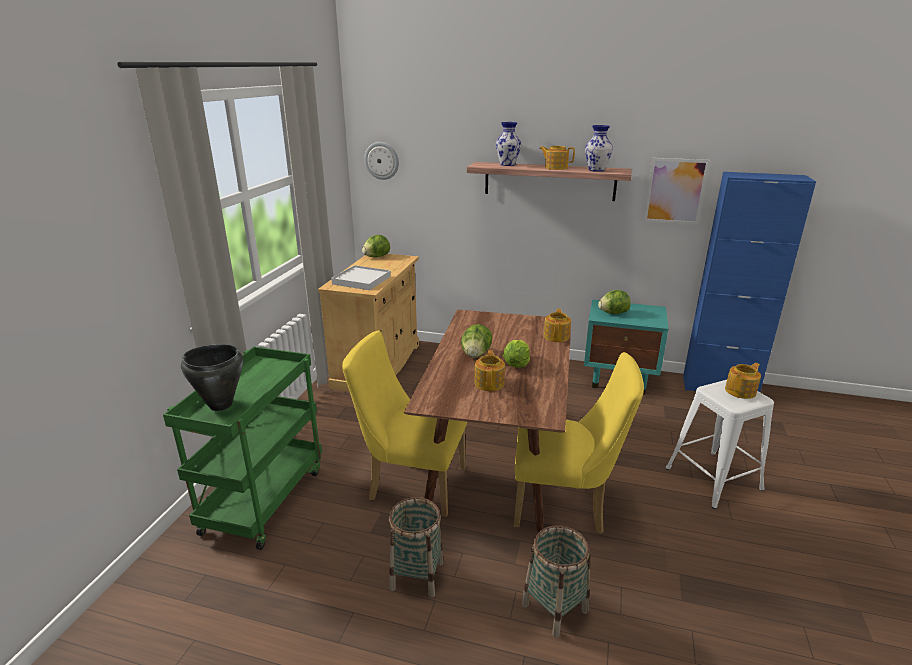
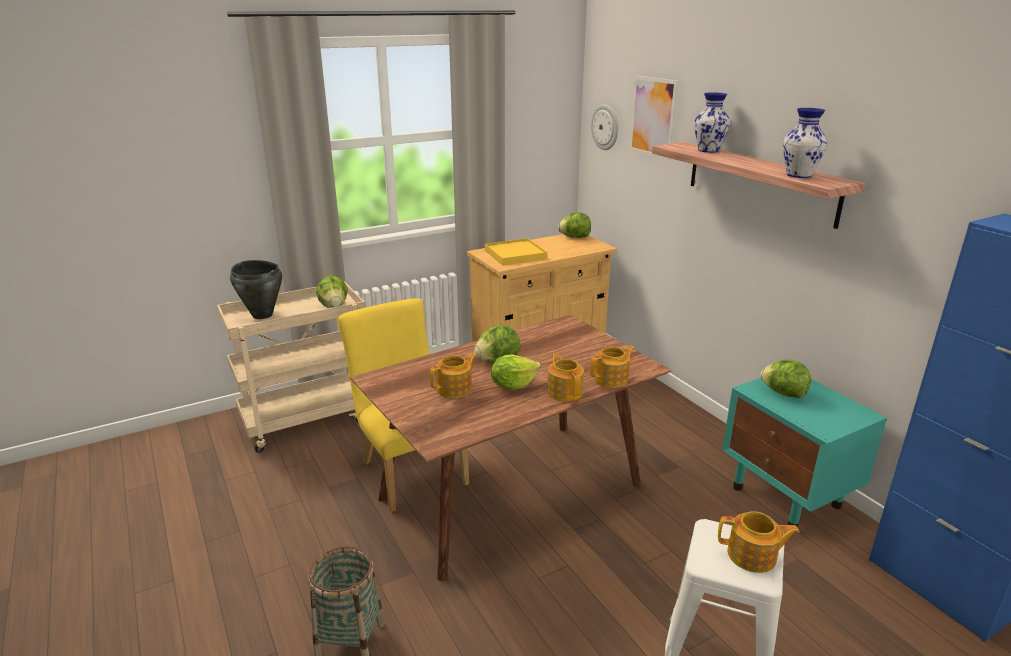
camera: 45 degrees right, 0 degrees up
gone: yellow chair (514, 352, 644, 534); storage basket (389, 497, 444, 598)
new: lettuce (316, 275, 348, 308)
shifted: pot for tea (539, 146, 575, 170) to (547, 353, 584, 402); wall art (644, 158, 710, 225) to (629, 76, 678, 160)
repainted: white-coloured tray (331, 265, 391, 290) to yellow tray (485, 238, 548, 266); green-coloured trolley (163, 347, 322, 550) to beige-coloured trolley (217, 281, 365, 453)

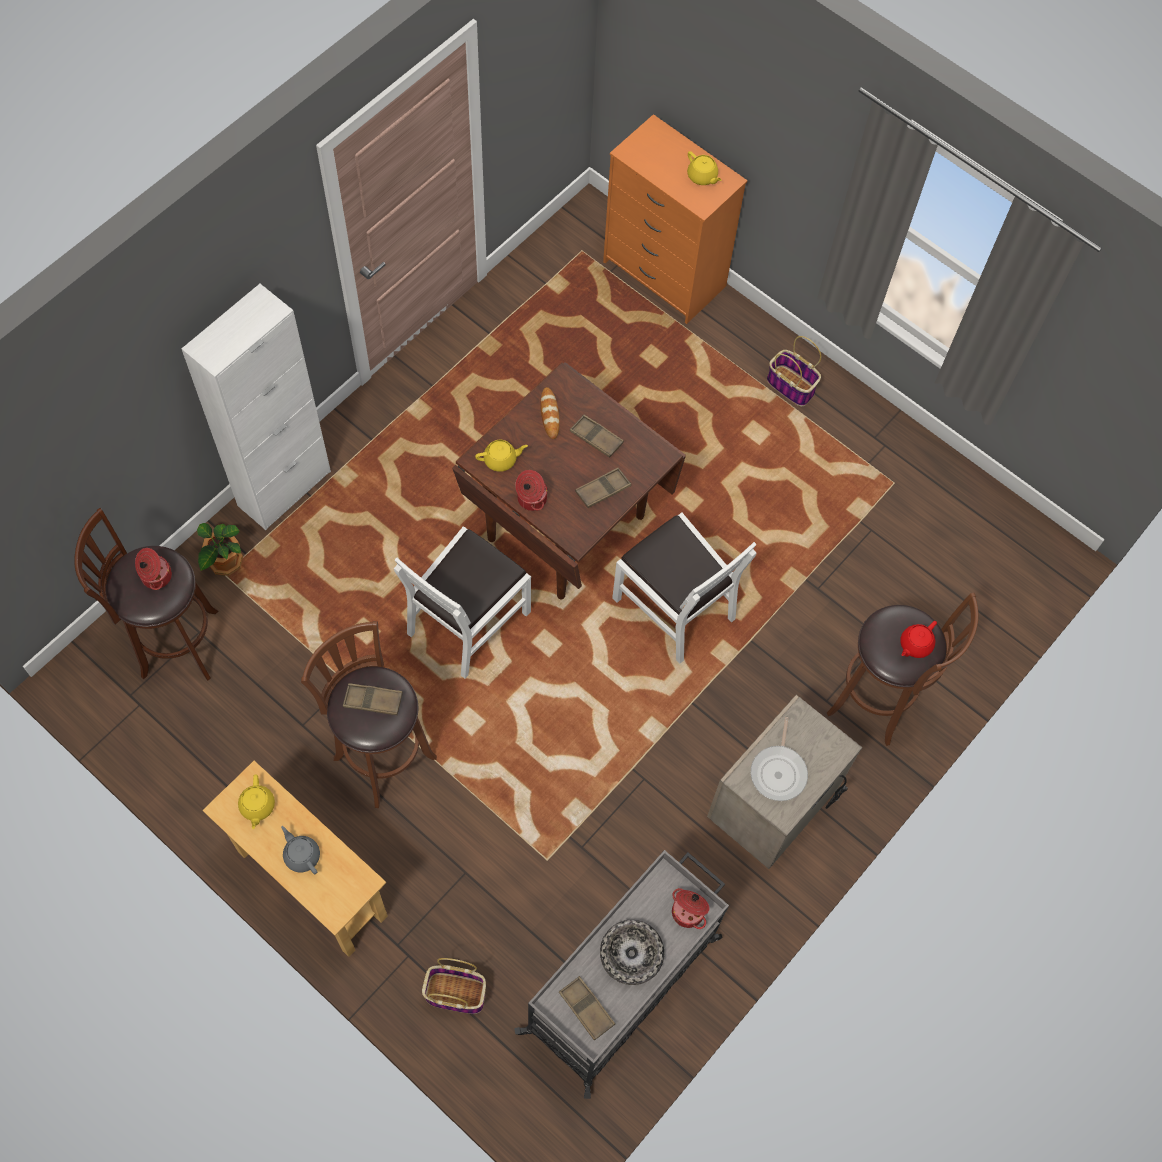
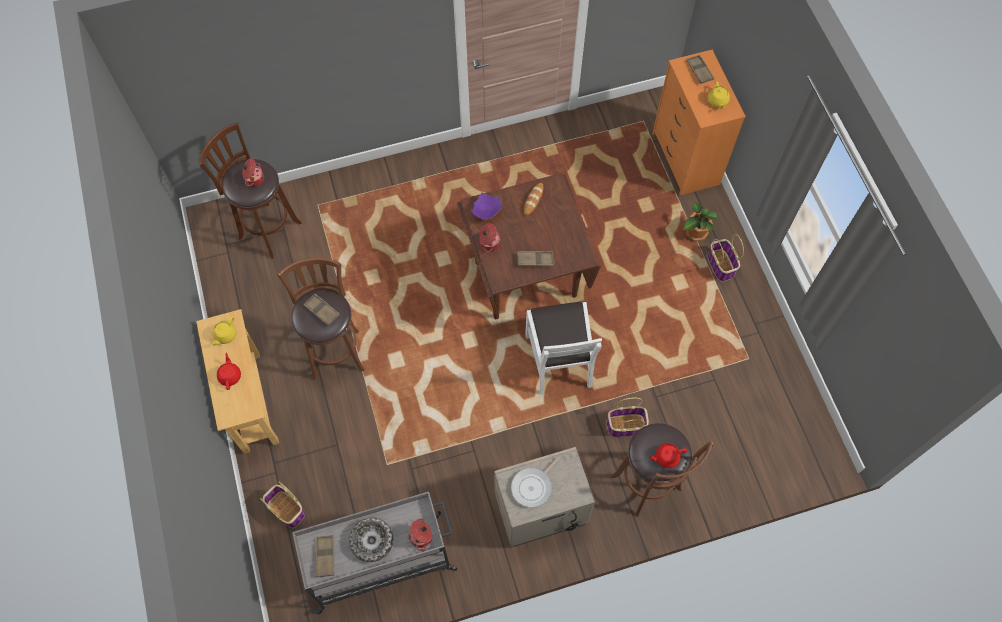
camera: 35 degrees right, 0 degrees up
gone: white-coloured storage cabinet (181, 284, 331, 530); white-coloured chair (394, 526, 531, 678)
new: storage basket (607, 398, 649, 437)
shifted: brown tray (570, 415, 624, 458) to (686, 55, 714, 84); potted plant (197, 523, 243, 576) to (683, 203, 717, 242)
swapped: yellow pot for tea (475, 440, 528, 472) to purplish bowl (471, 193, 502, 220)
repainted: gray pot for tea (281, 826, 320, 874) to red-coloured pot for tea (217, 352, 241, 390)

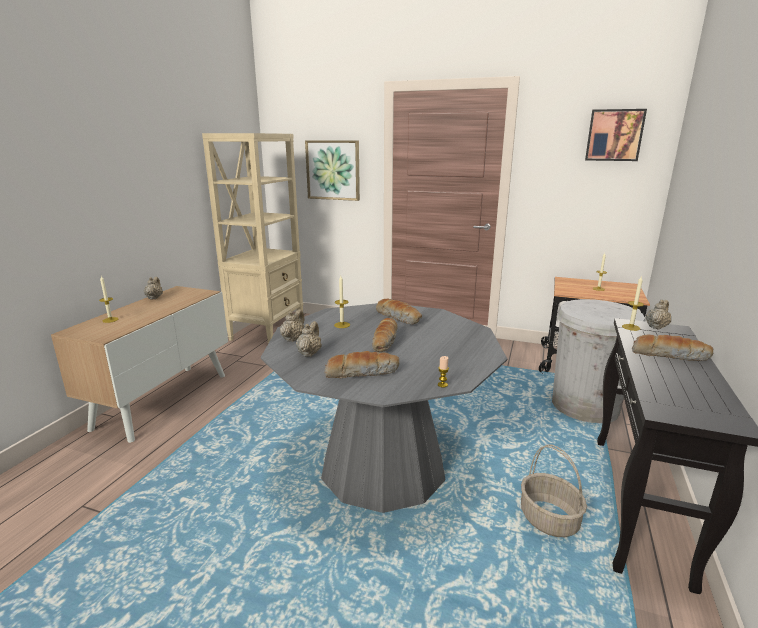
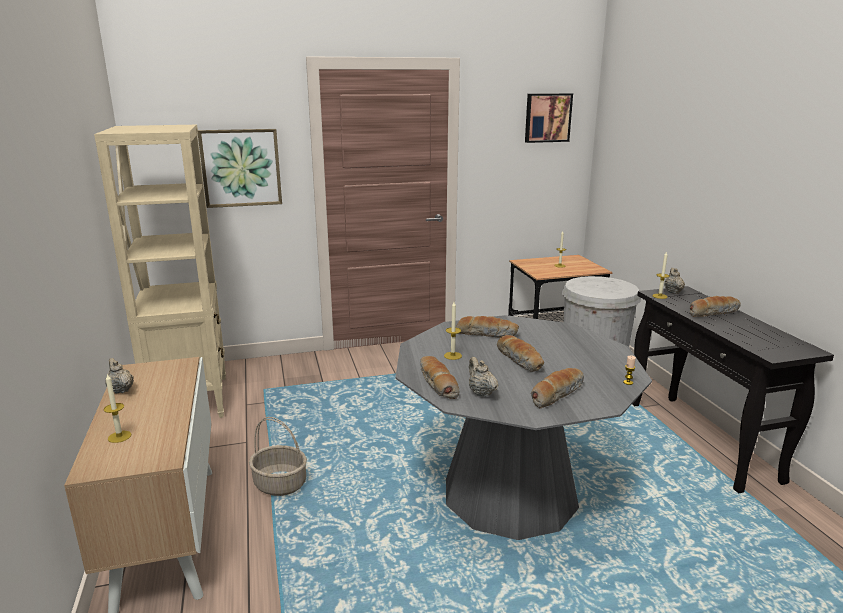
camera: 35 degrees left, 0 degrees up
shifted: storage basket (521, 444, 587, 537) to (249, 417, 307, 496)
swapped: beige-coloured pot for tea (280, 309, 304, 342) to baked bread (420, 356, 460, 399)

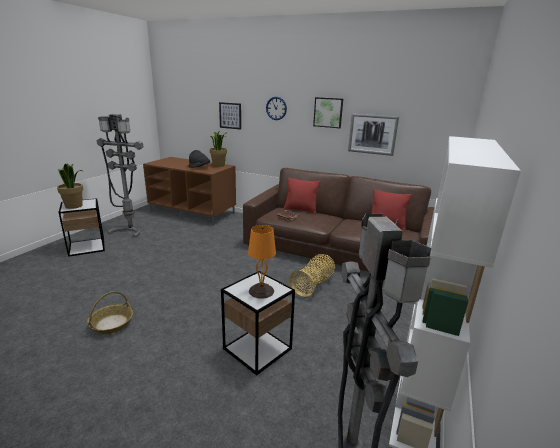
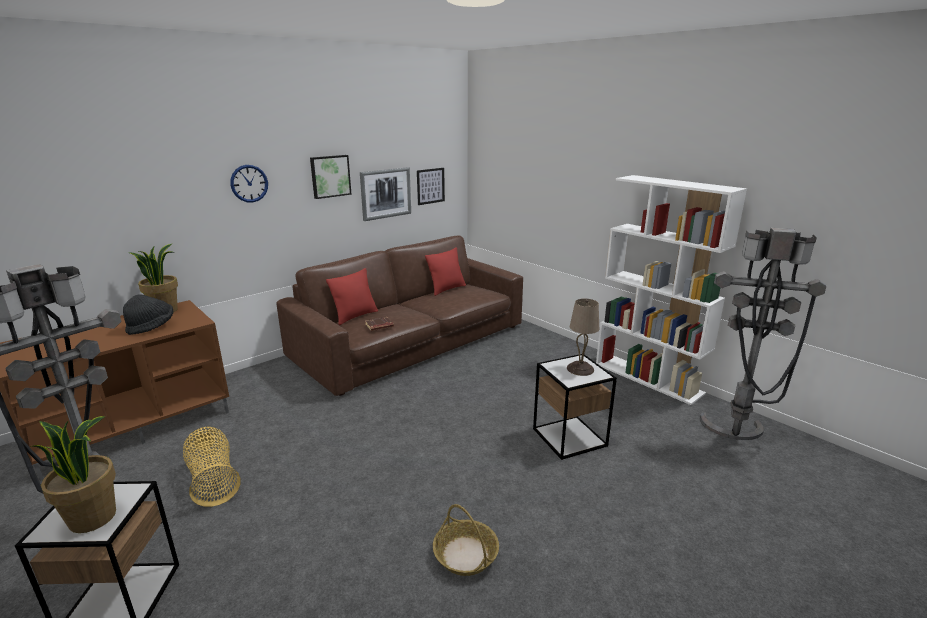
camera: 65 degrees left, 0 degrees up
shifted: wall art (219, 102, 241, 130) to (417, 168, 445, 205); storage basket (290, 254, 335, 297) to (183, 427, 241, 507)
repainted: orange-coloured tabletop lamp (248, 225, 276, 299) to beige-coloured tabletop lamp (567, 299, 599, 376)

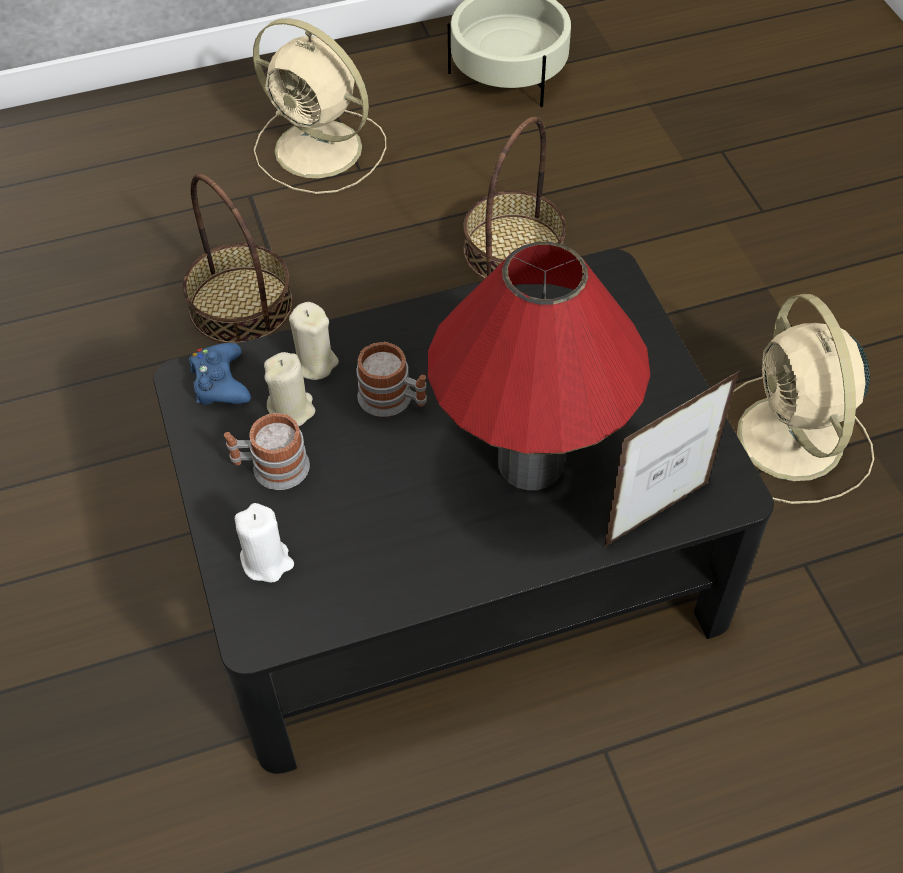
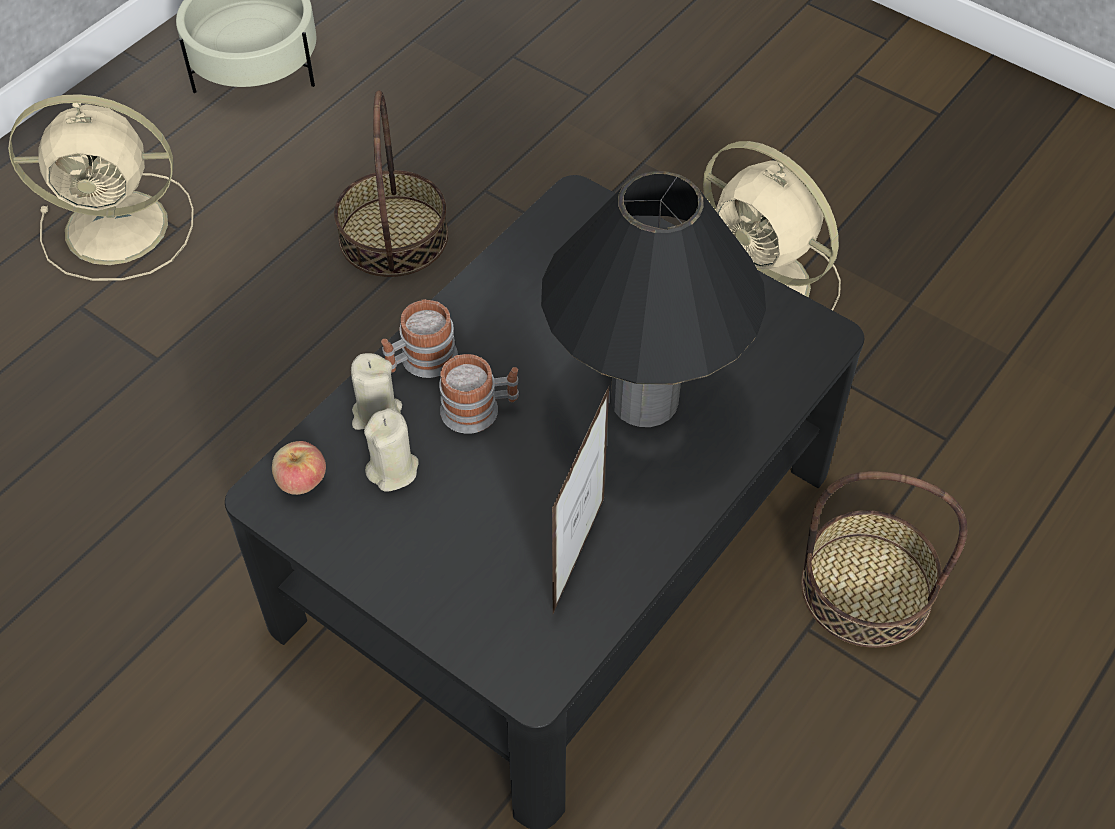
camera: 35 degrees left, 0 degrees up
gone: white-coloured candle (235, 503, 294, 582)
shifted: storage basket (183, 174, 293, 343) to (801, 471, 967, 648); photo frame (604, 371, 740, 547) to (552, 384, 610, 613); tea mug (224, 413, 310, 490) to (381, 299, 458, 378)
swapped: blue joypad (189, 343, 251, 405) to apple (272, 441, 326, 495)
repainted: red-coloured tabletop lamp (428, 242, 651, 490) to black tabletop lamp (541, 171, 766, 427)

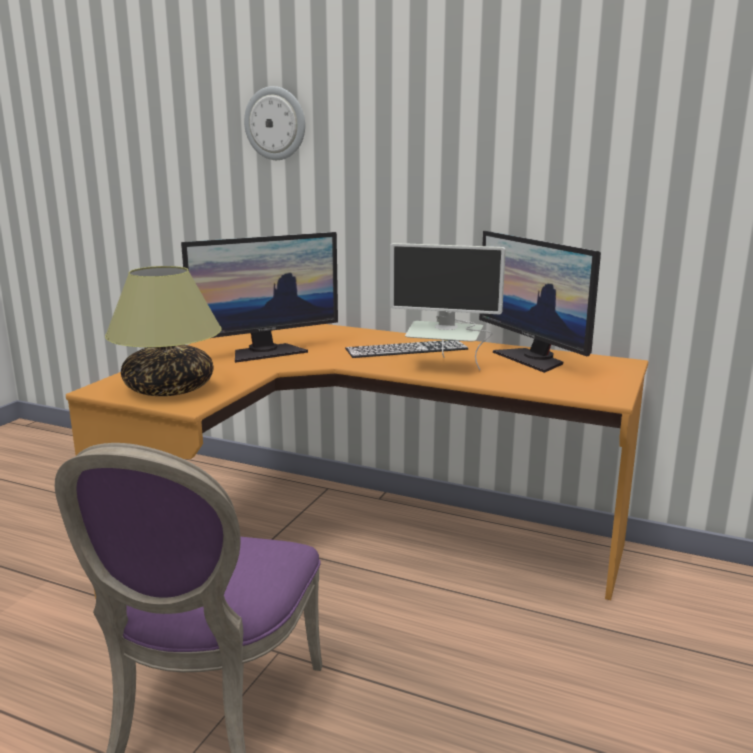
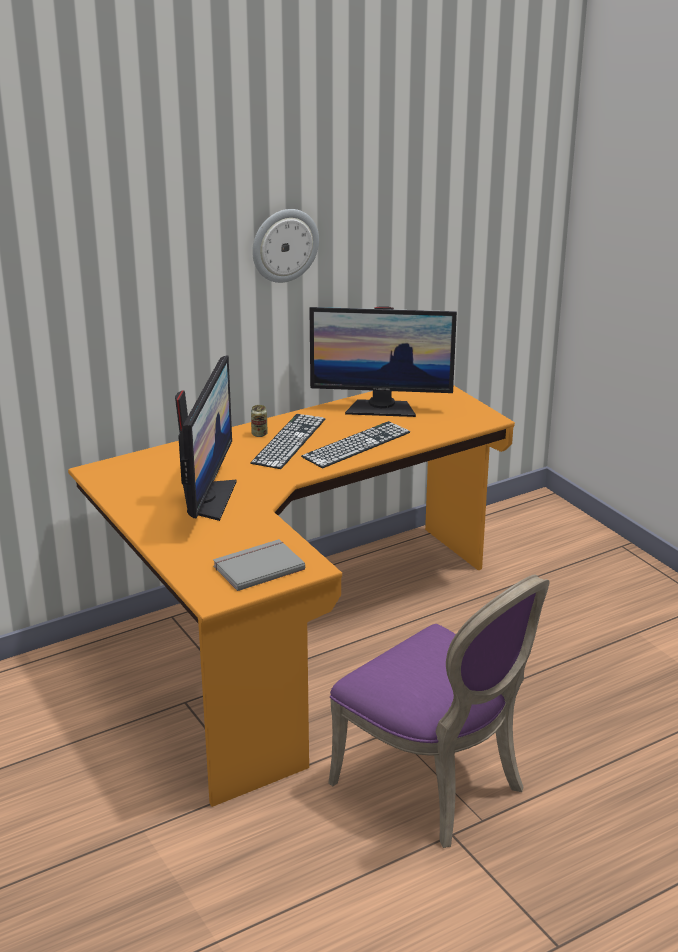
camera: 55 degrees left, 10 degrees up
new: metal can (251, 405, 267, 437)
shifted: hanging clock (244, 86, 305, 160) to (252, 209, 319, 283)
swapped: computer screen (390, 243, 506, 371) to computer keyboard (301, 421, 410, 468); tabletop lamp (105, 266, 222, 396) to gray book (213, 539, 305, 591)

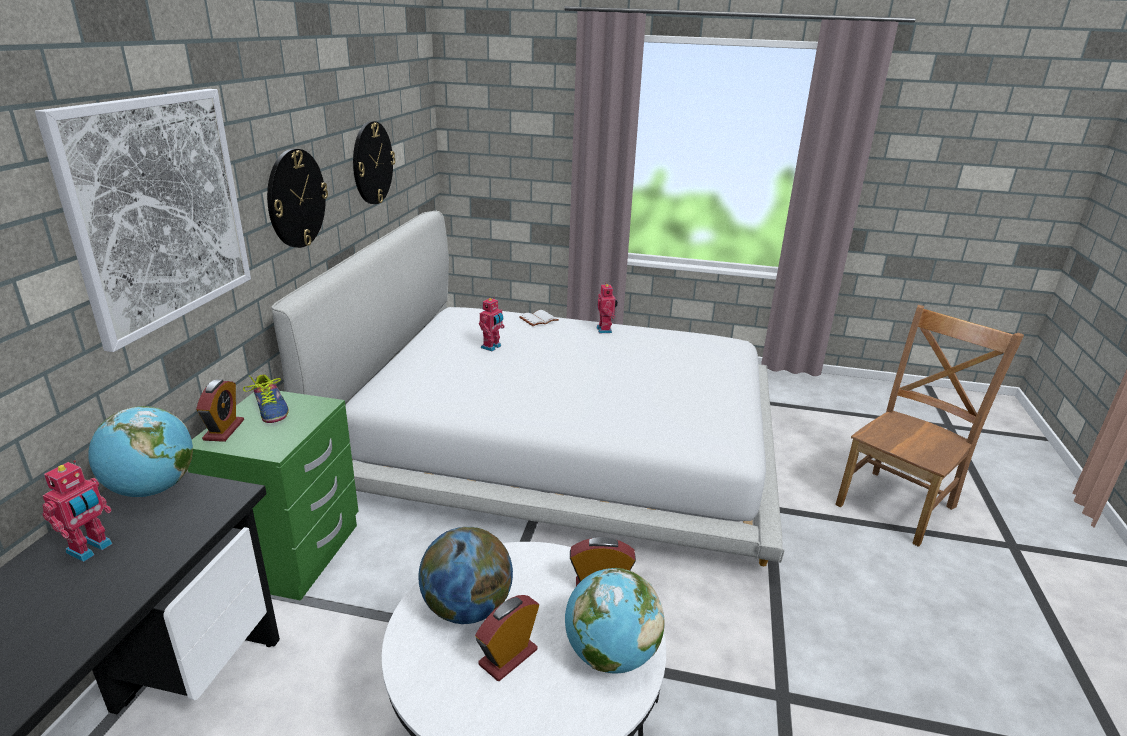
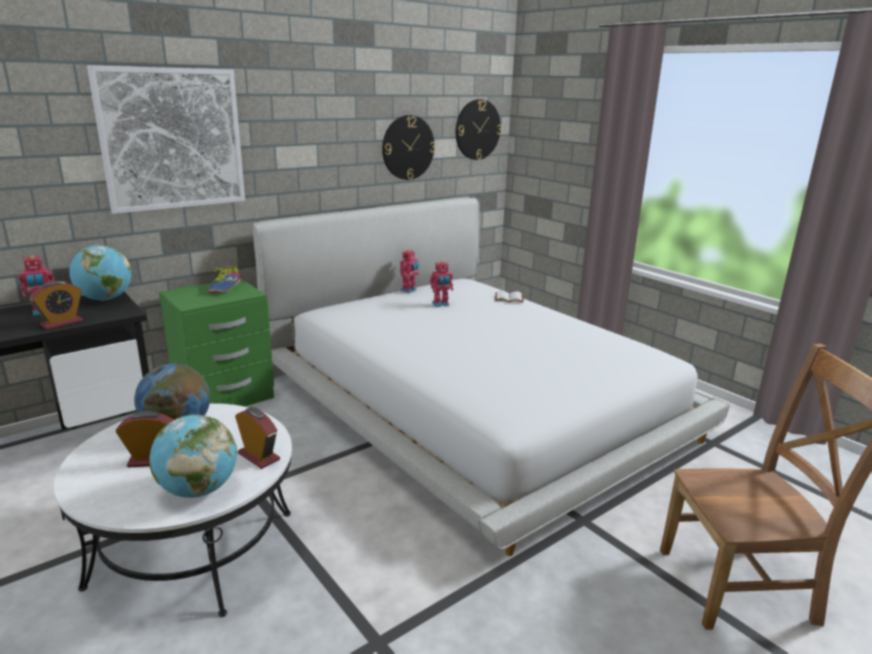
camera: 40 degrees right, 5 degrees down
shifted: hanging clock (267, 149, 328, 248) to (456, 99, 502, 160); robot figure (596, 284, 618, 333) to (400, 249, 419, 293); alarm clock (196, 379, 244, 442) to (29, 281, 83, 330)

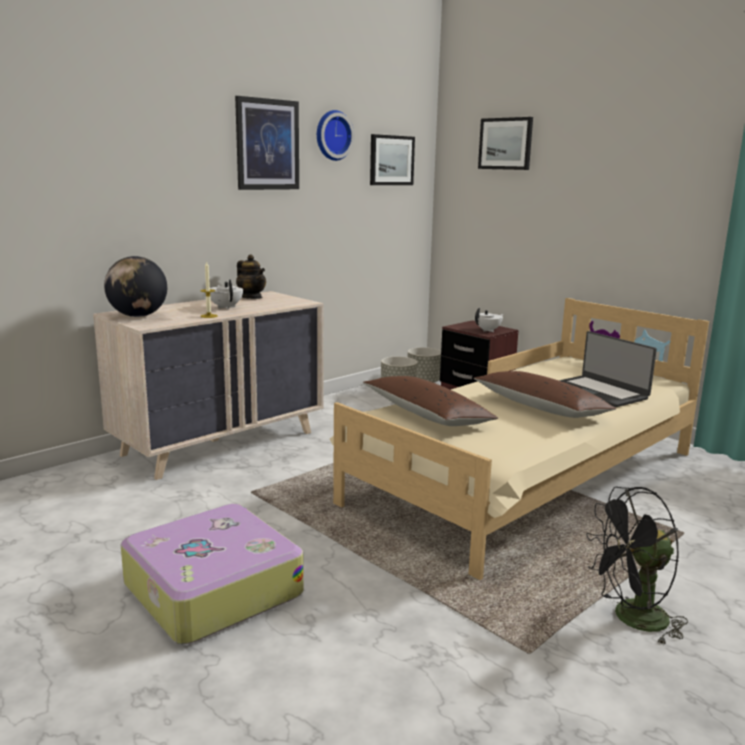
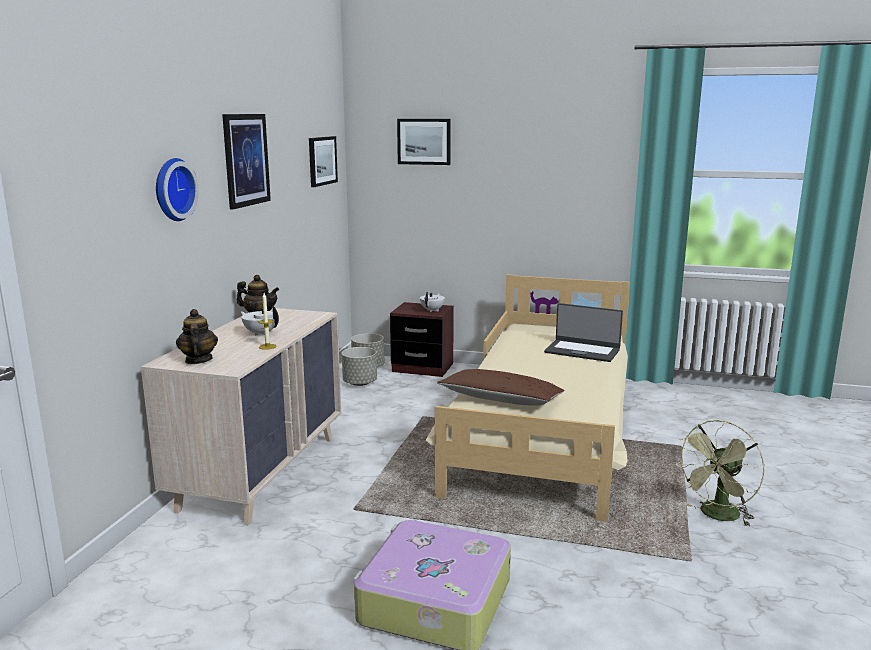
camera: 30 degrees left, 0 degrees up
gone: brown throw pillow (474, 371, 616, 418)
shifted: hanging clock (317, 110, 355, 161) to (156, 158, 199, 221)
swapped: globe (104, 256, 167, 317) to pot for tea (176, 309, 218, 364)
repainted: black cooling fan (586, 487, 688, 645) to green-coloured cooling fan (675, 420, 764, 527)

